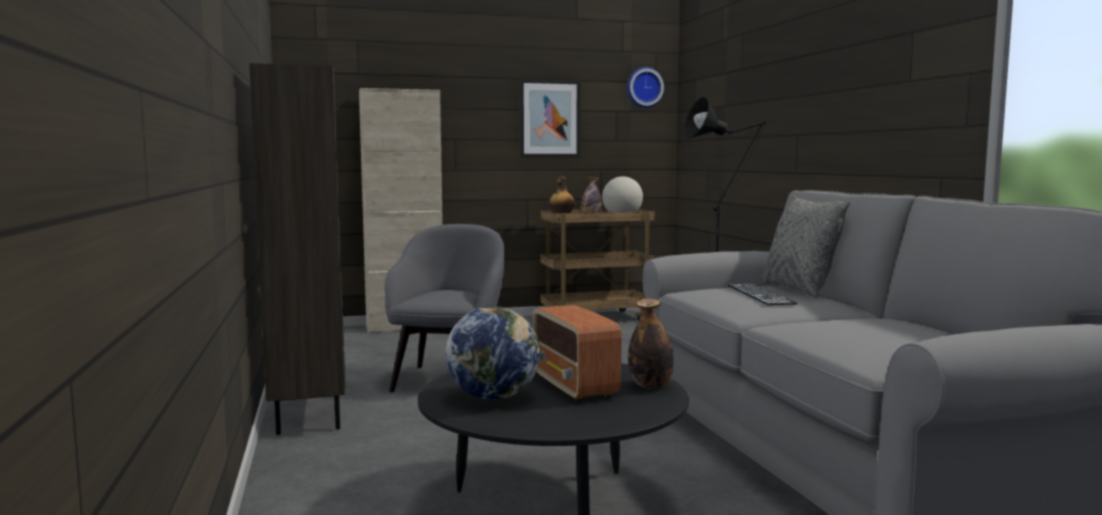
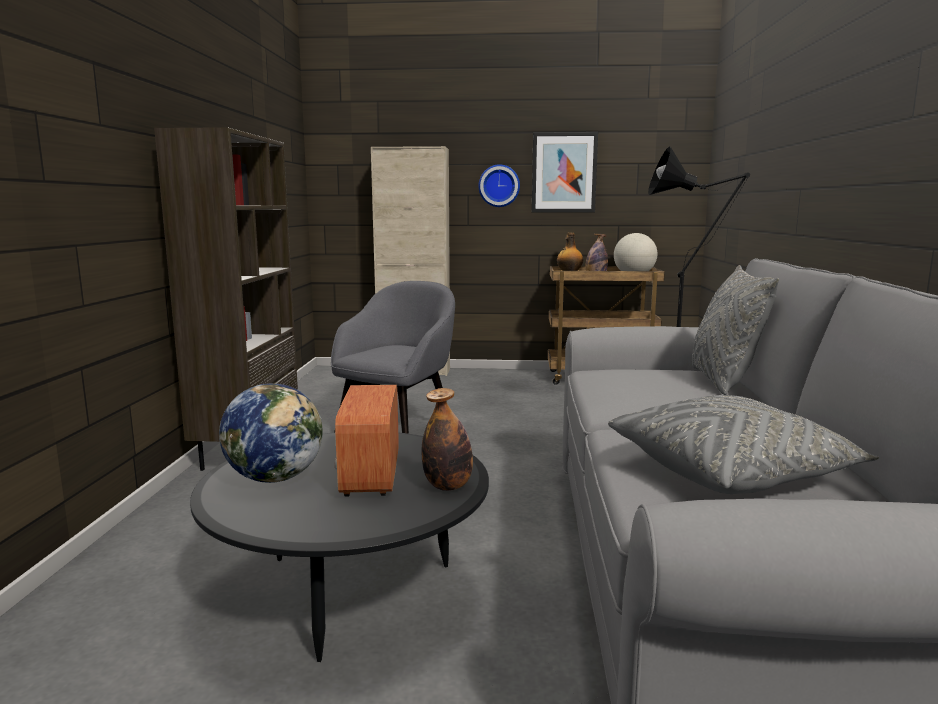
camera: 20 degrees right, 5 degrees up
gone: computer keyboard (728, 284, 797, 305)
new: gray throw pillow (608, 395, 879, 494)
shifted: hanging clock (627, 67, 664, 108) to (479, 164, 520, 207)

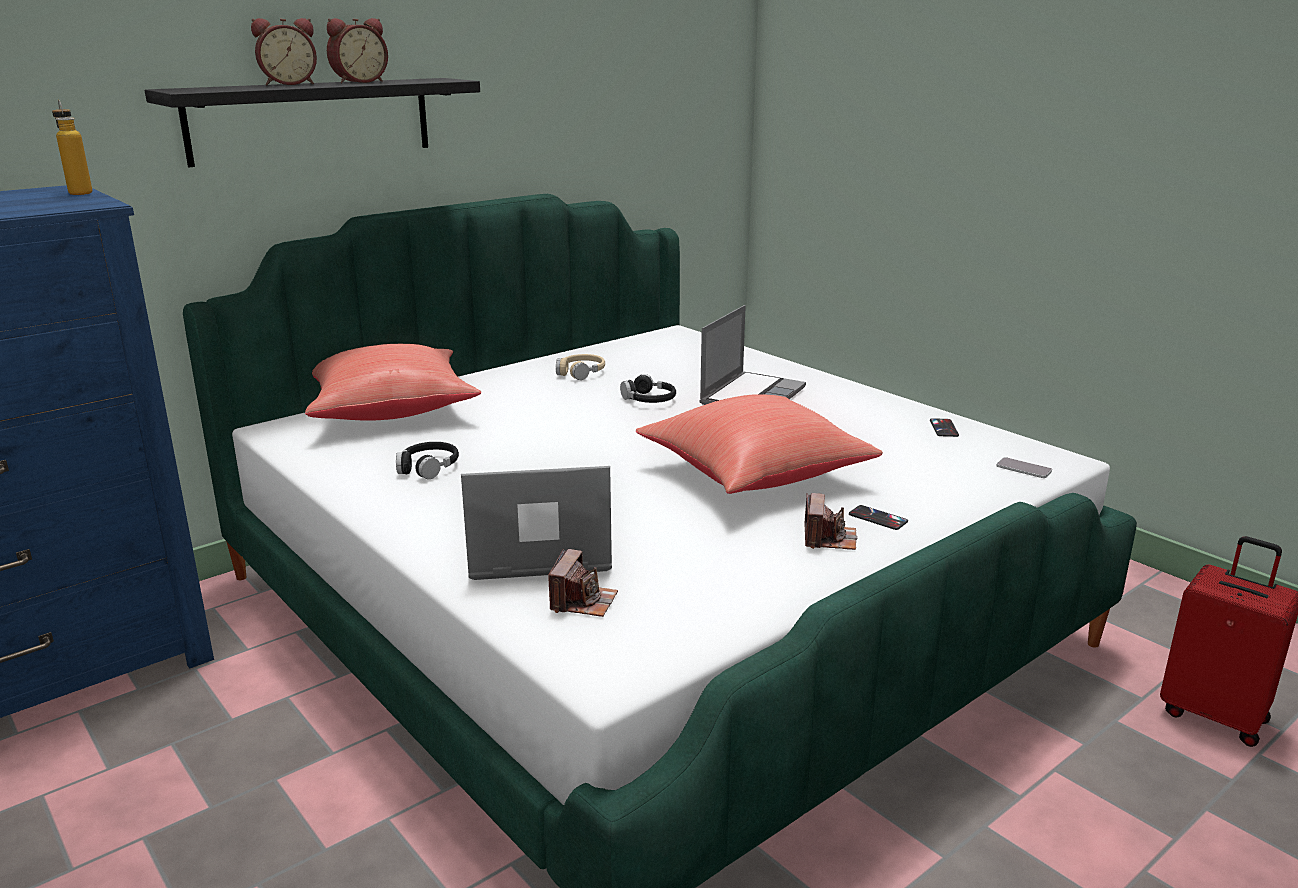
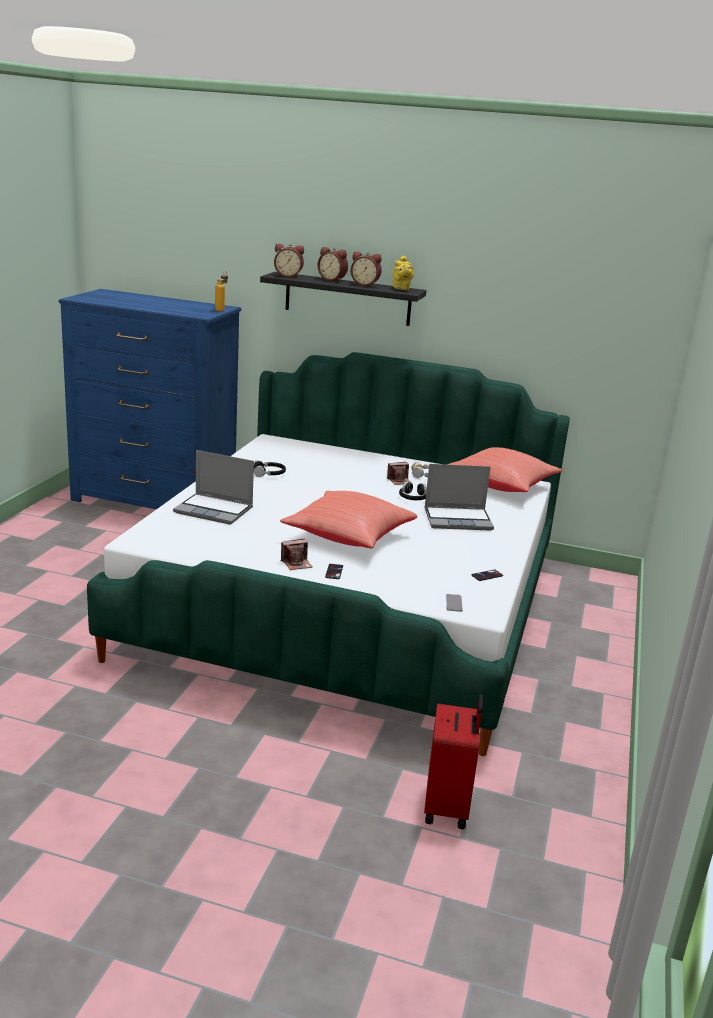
camera: 55 degrees right, 0 degrees up
new: alarm clock (274, 244, 304, 277); yellow pot for tea (392, 256, 414, 290)
shifted: red-coloured throw pillow (305, 344, 481, 421) to (448, 447, 563, 492); photo camera (548, 549, 618, 617) to (387, 462, 412, 485)
rotated: laptop (461, 466, 612, 580) = (173, 450, 254, 525) 150 degrees clockwise

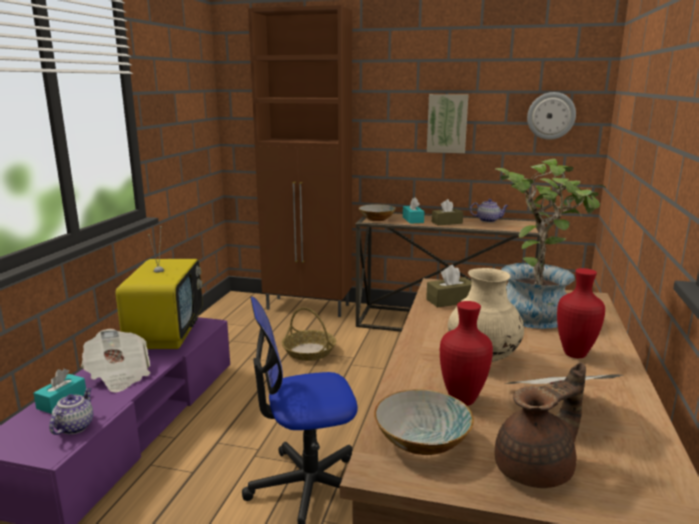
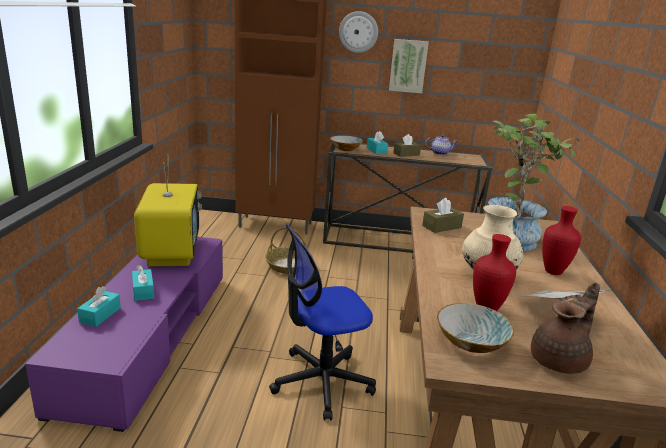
camera: 10 degrees left, 5 degrees up
gone: pot for tea (49, 388, 93, 435)
shifted: hanging clock (527, 92, 576, 140) to (339, 11, 378, 53)
swapped: printed paper (81, 329, 150, 393) to turquoise box of tissues (132, 265, 154, 301)

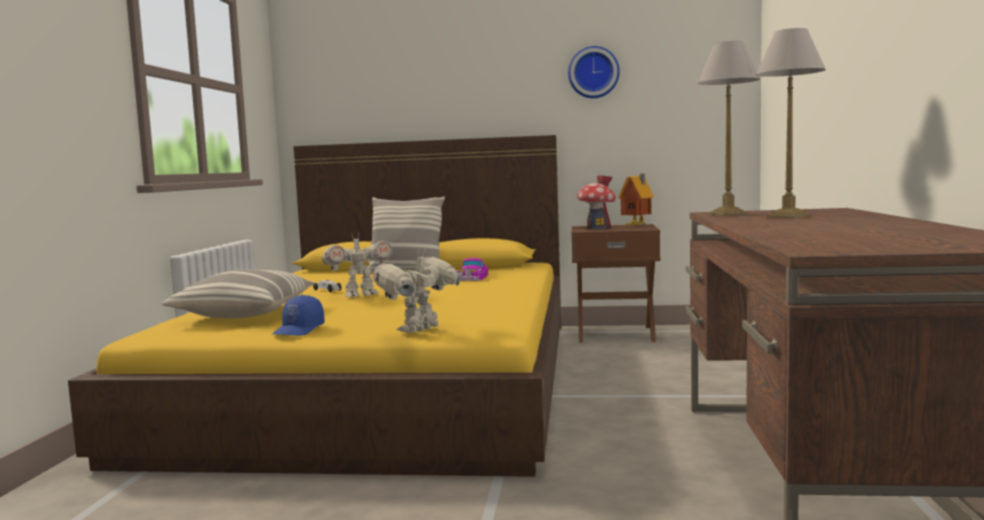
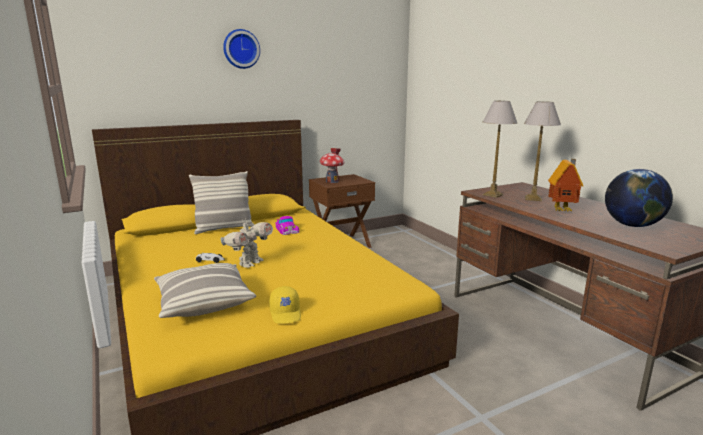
camera: 35 degrees left, 10 degrees up
gone: robot figure (373, 250, 463, 333)
new: globe (605, 169, 673, 227)
shifted: hanging clock (568, 46, 620, 98) to (223, 29, 260, 69); model house (618, 174, 654, 225) to (548, 159, 583, 212)
repainted: blue peaked cap (272, 295, 325, 336) to yellow peaked cap (269, 286, 301, 324)

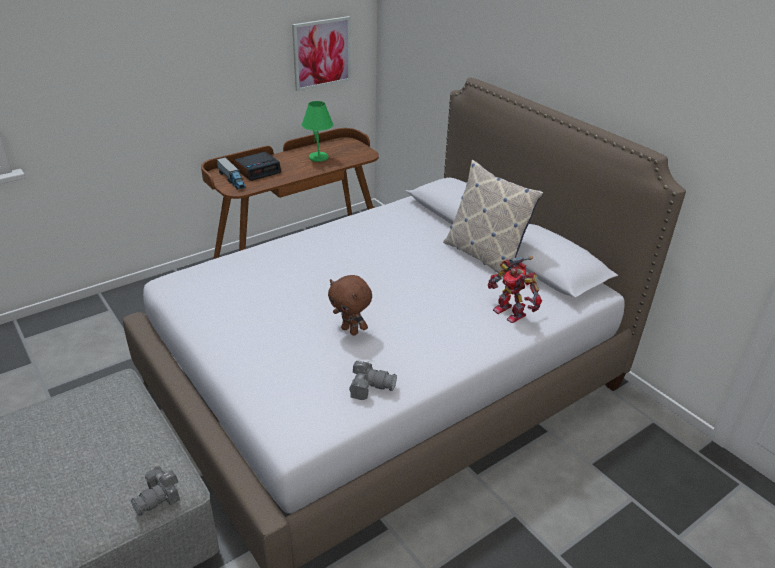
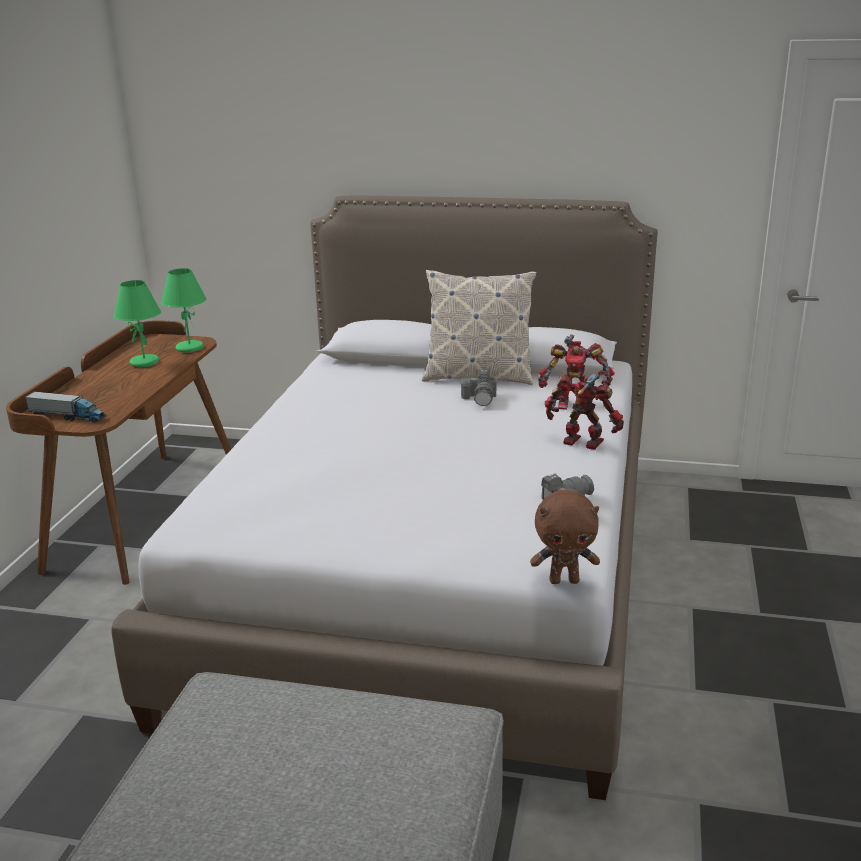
camera: 40 degrees left, 10 degrees down
gone: wall art (292, 16, 351, 91); alarm clock (233, 152, 281, 181)
new: green-coloured tabletop lamp (161, 268, 206, 353); robot figure (545, 373, 624, 449)
shifted: brown plush toy (328, 275, 372, 336) to (530, 490, 600, 584); photo camera (131, 466, 180, 516) to (460, 370, 498, 406)

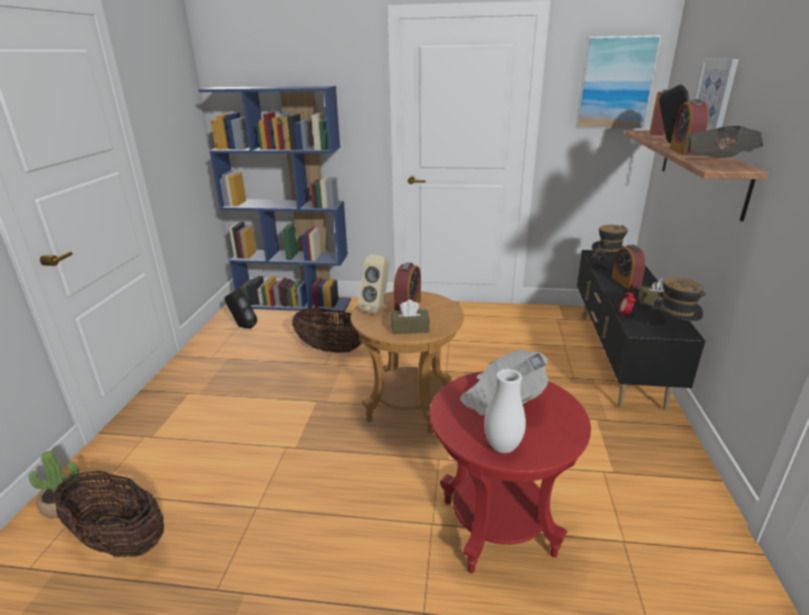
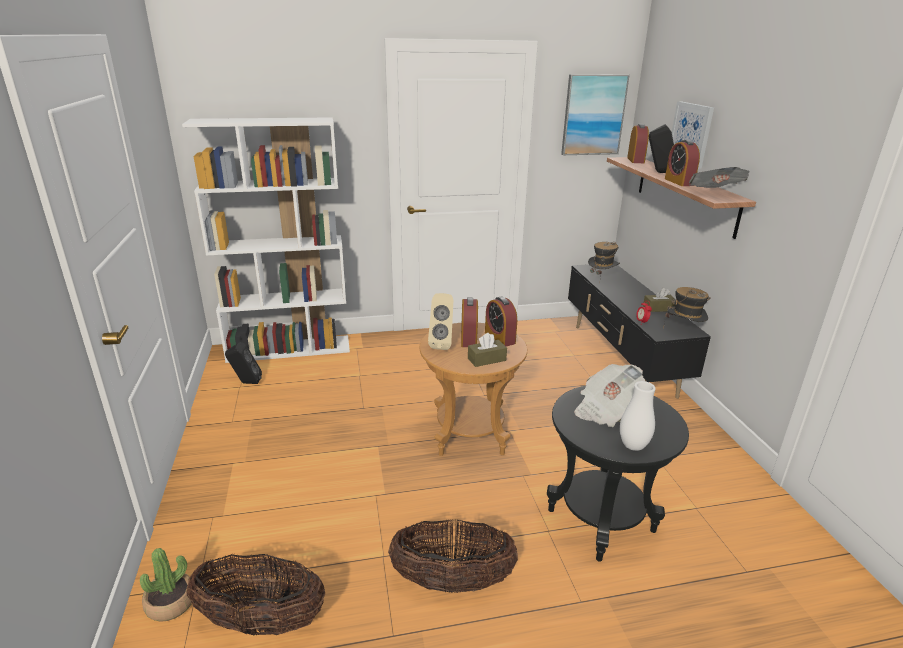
camera: 20 degrees left, 0 degrees up
shifted: alarm clock (612, 245, 646, 290) to (485, 297, 517, 347); storage basket (292, 308, 362, 353) to (388, 520, 518, 593)
repainted: blue bookcase (198, 86, 351, 313) to white-coloured bookcase (182, 117, 350, 363); red-coloured side table (430, 371, 591, 573) to black side table (547, 386, 689, 562)

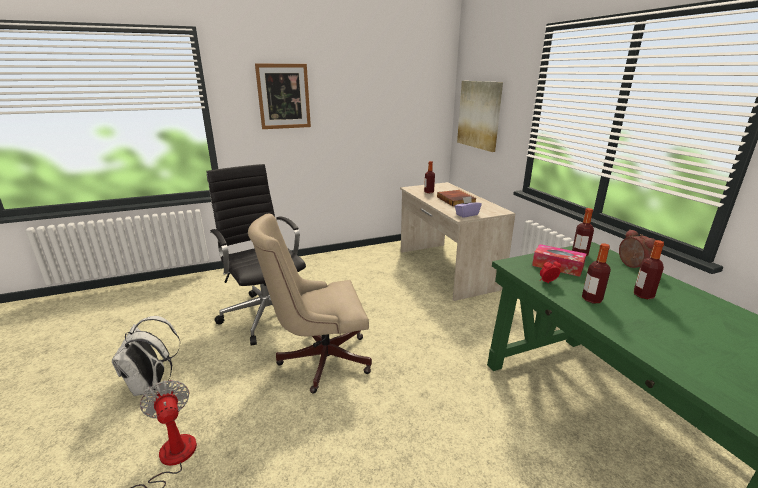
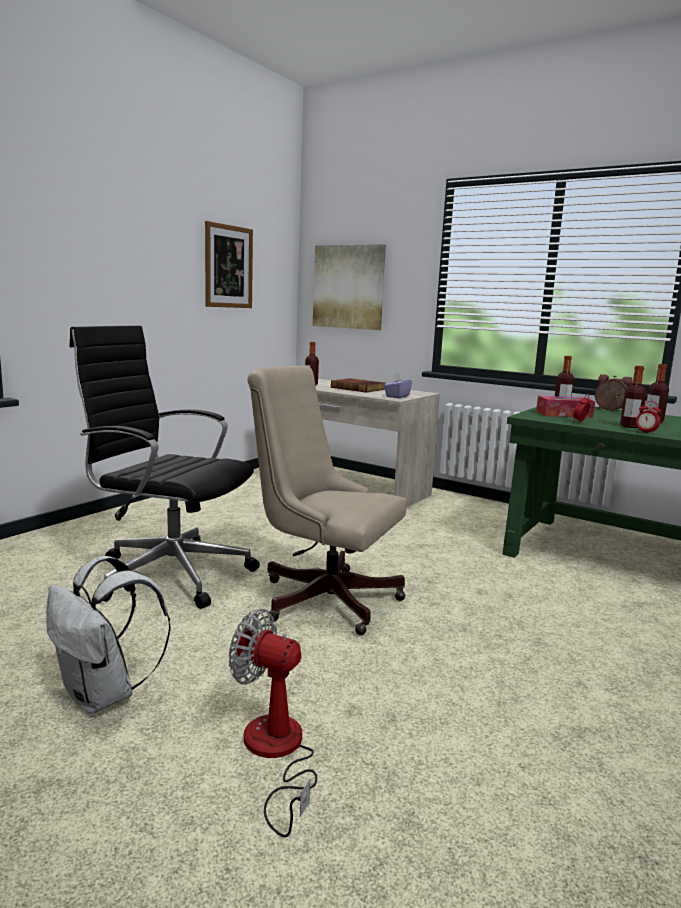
camera: 35 degrees left, 10 degrees down
new: alarm clock (636, 401, 661, 435)
shifted: wall art (255, 64, 311, 129) to (205, 221, 253, 308)
rotated: beige-coloured desk chair (248, 214, 372, 394) = (247, 366, 407, 635) 75 degrees clockwise

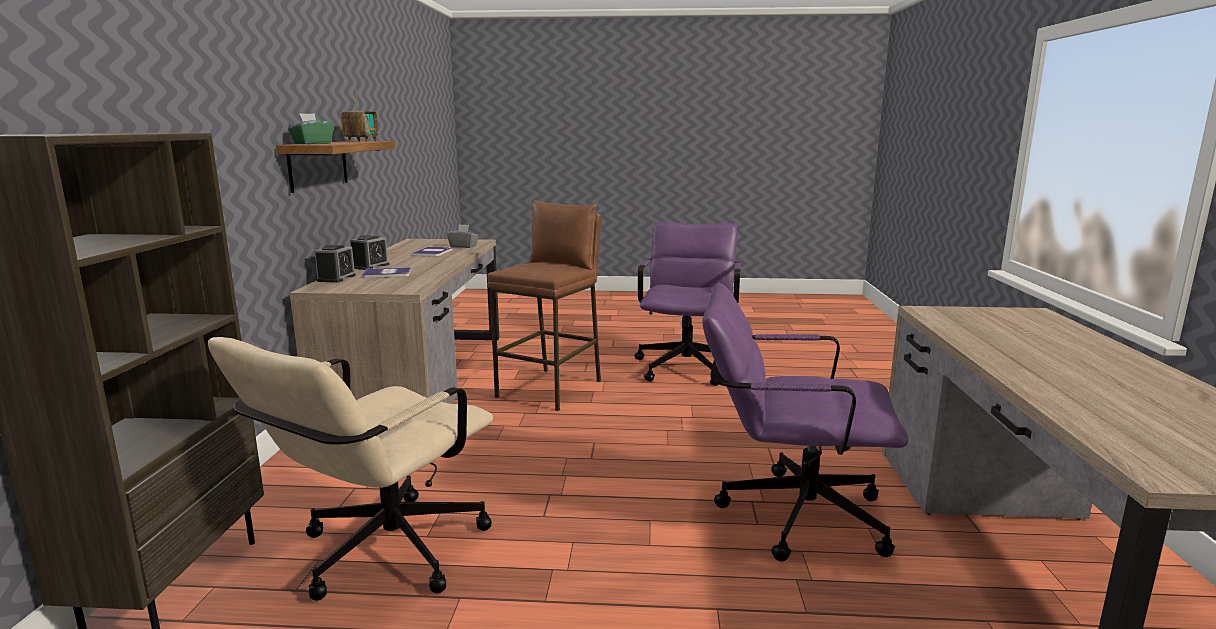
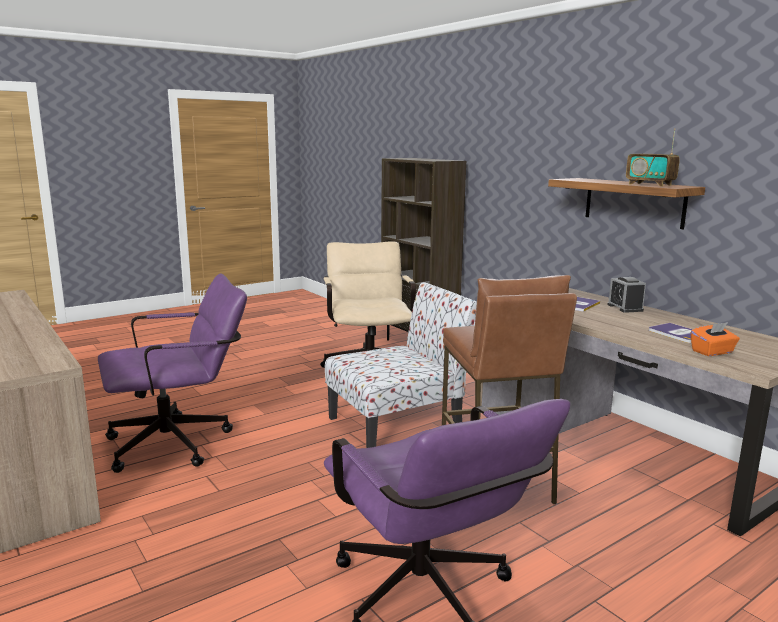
camera: 140 degrees right, 0 degrees up
gone: green-coloured box of tissues (288, 113, 334, 144); alarm clock (314, 245, 356, 283)
new: chair (325, 282, 477, 448)
repainted: gray box of tissues (447, 224, 479, 248) to orange-coloured box of tissues (691, 322, 740, 356)

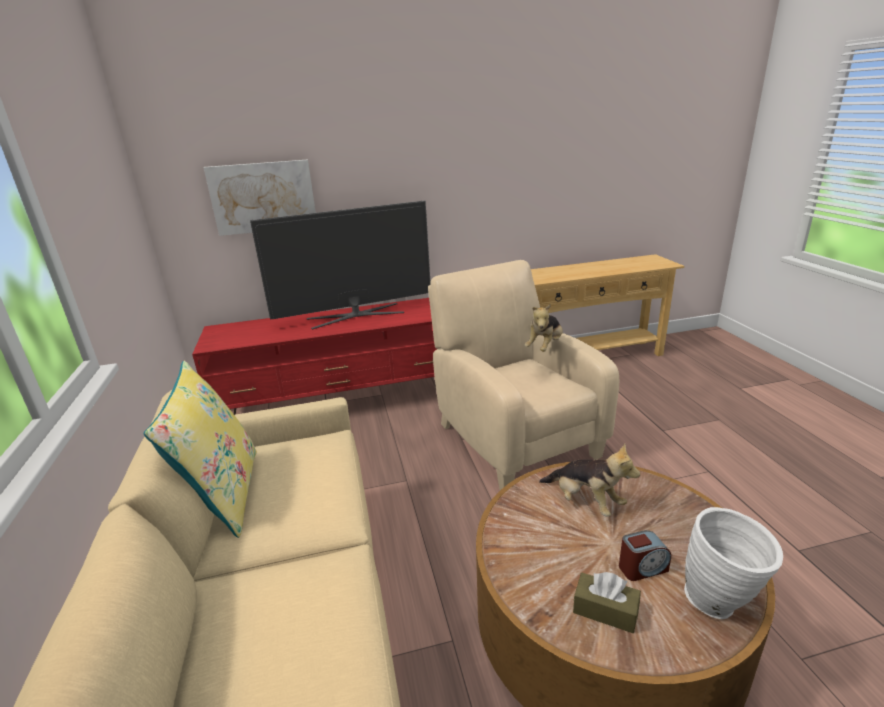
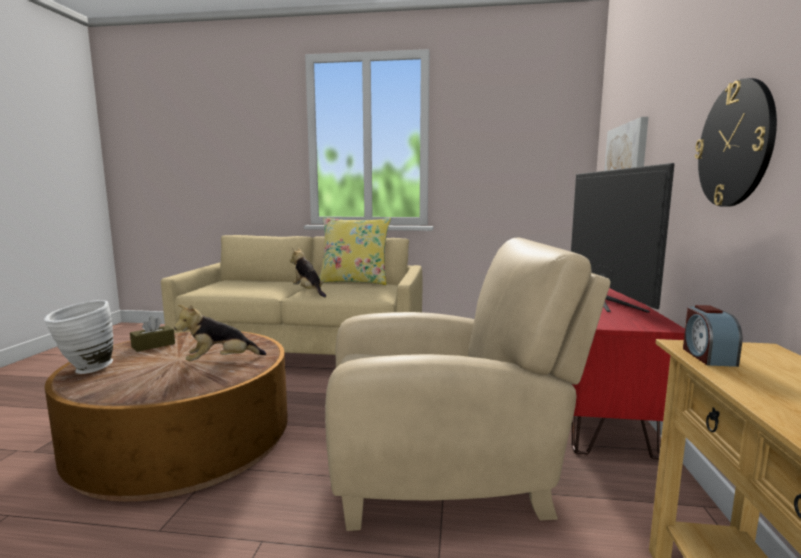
camera: 110 degrees right, 15 degrees down
new: hanging clock (695, 78, 777, 207)
shifted: plush toy (524, 304, 563, 352) to (290, 248, 326, 297); alarm clock (619, 530, 671, 581) to (683, 305, 743, 367)

